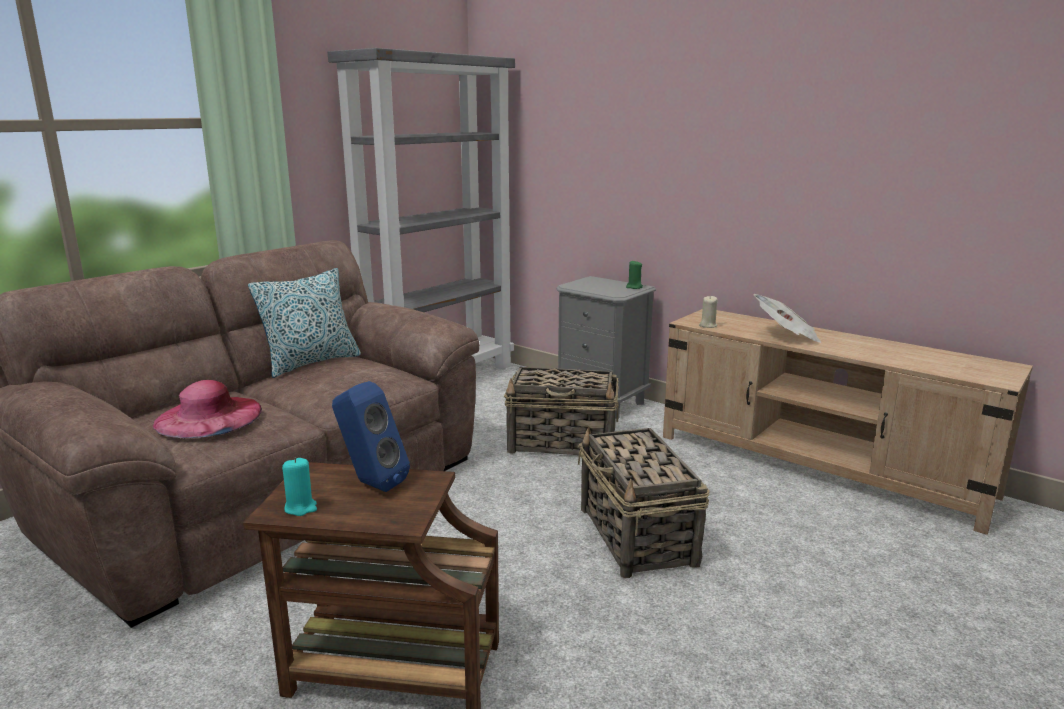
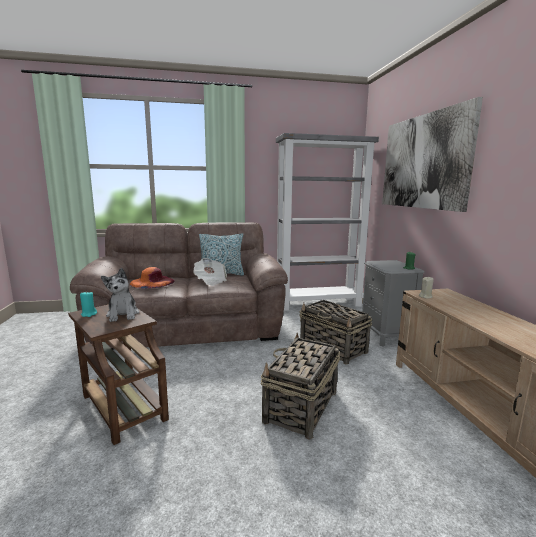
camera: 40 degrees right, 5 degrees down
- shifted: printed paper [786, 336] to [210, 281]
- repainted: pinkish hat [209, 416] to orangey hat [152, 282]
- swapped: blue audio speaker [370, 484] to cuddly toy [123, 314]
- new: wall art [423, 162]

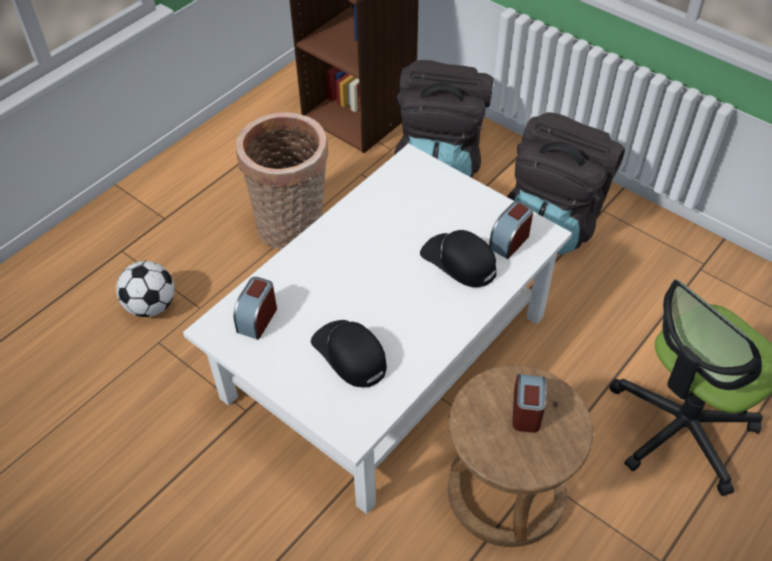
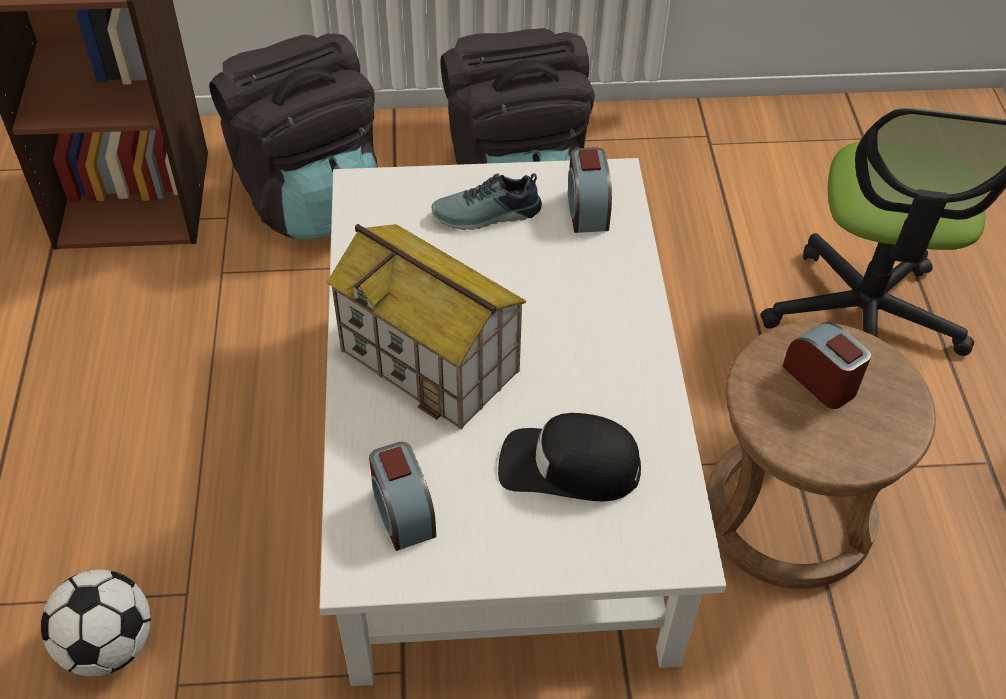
camera: 45 degrees left, 0 degrees up
- gone: basket [293, 229]
- gone: blackish peaked cap [459, 261]
- new: item of footwear [487, 215]
- new: model house [431, 360]

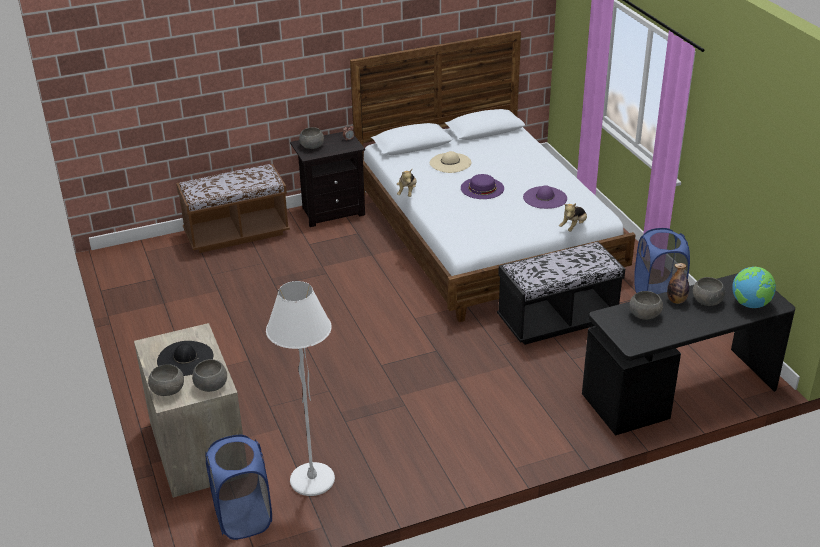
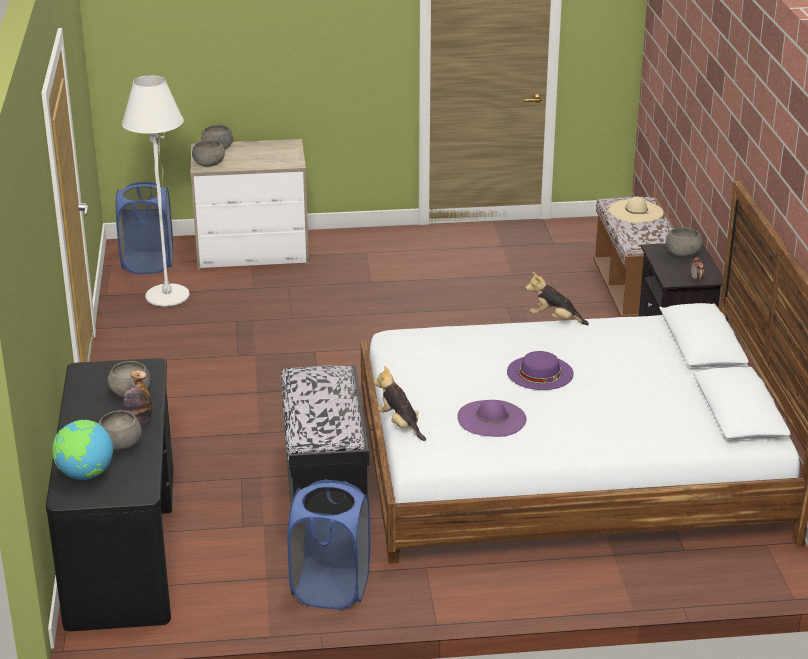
camera: 105 degrees right, 5 degrees down
- shifted: beige-coloured hat [450, 163] to [636, 211]
- gone: blackish hat [185, 358]

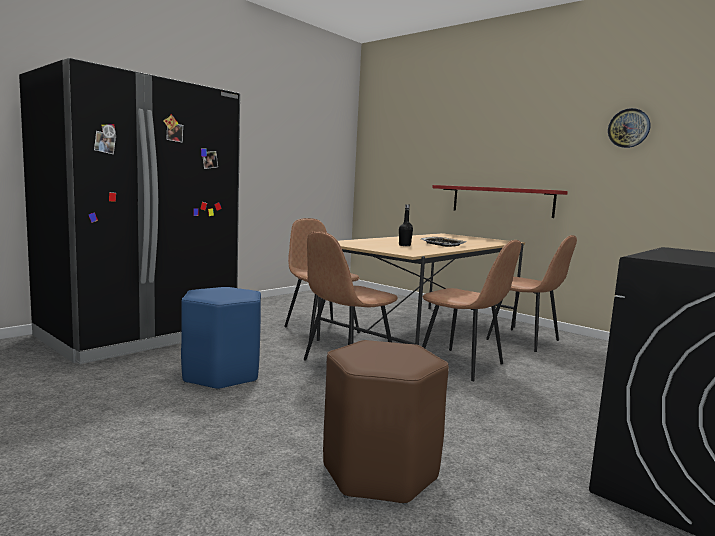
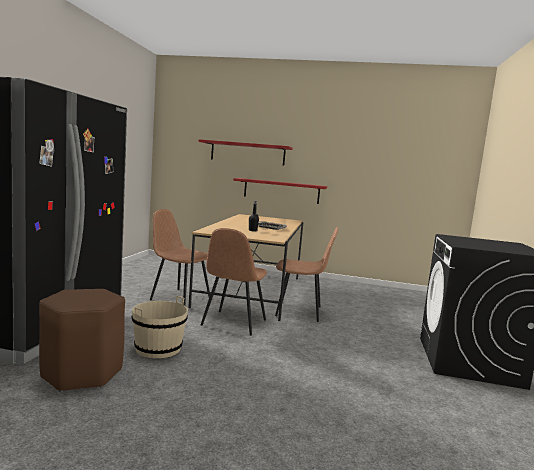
camera: 30 degrees left, 0 degrees up
- gone: wall clock [629, 128]
- gone: brown upright chair [524, 340]
- swapped: blue stool [222, 374] to beige-coloured water bucket [158, 348]
- shifted: brown stool [380, 472] to [82, 373]
- new: reddish wall shelf [247, 153]

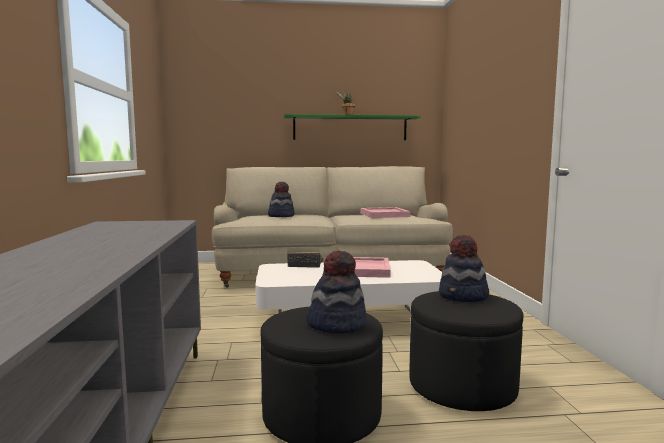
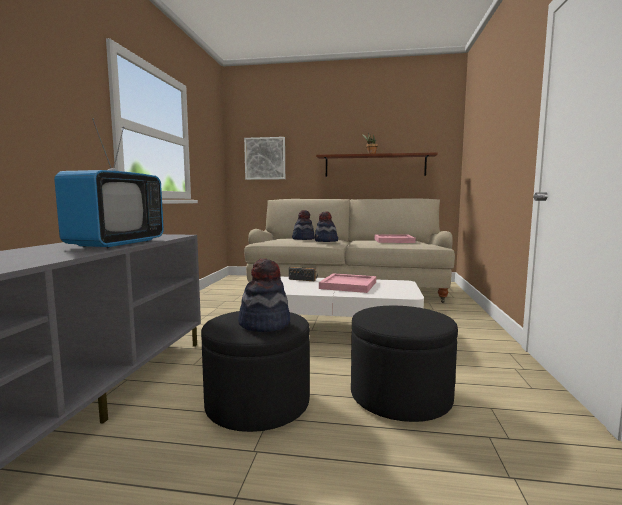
camera: 15 degrees right, 0 degrees up
- repainted: green-coloured wall shelf [350, 128] to brown wall shelf [375, 165]
- shifted: hat [463, 296] to [326, 241]
- new: TV set [117, 244]
- new: wall art [265, 158]

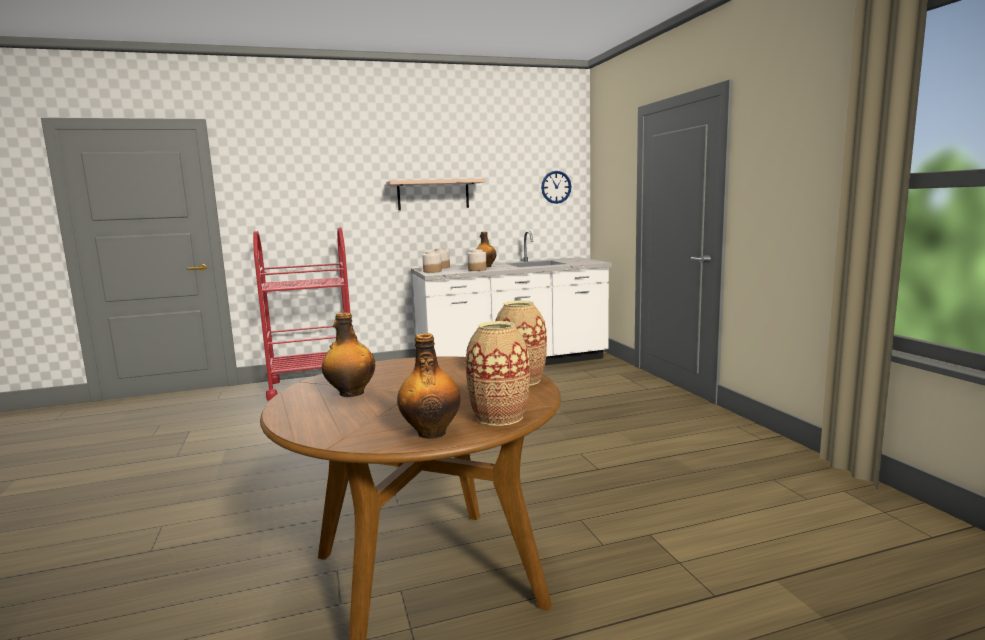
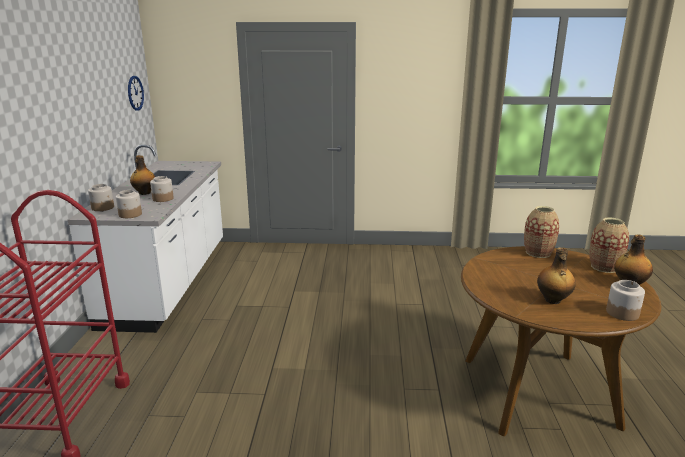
camera: 70 degrees left, 10 degrees up
- gone: wall shelf [433, 194]
- new: jar [622, 313]

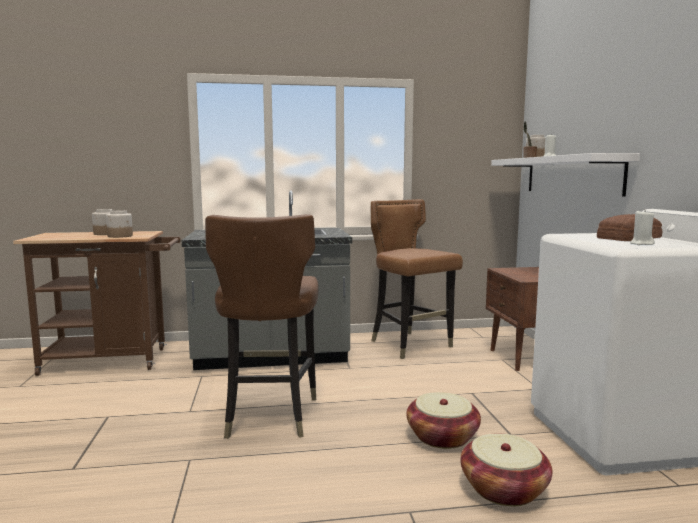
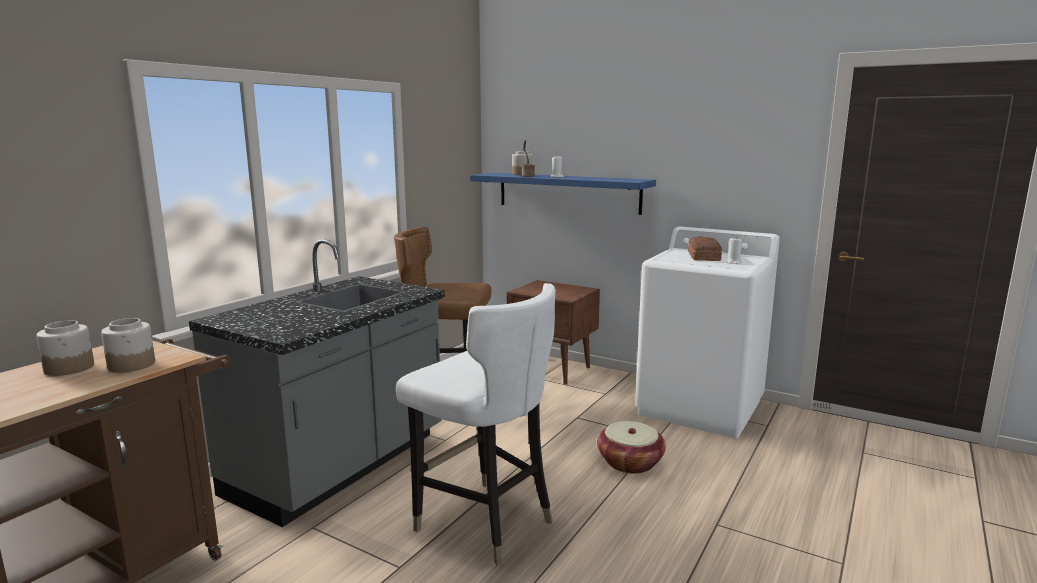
camera: 50 degrees left, 5 degrees up
- repainted: whitish wall shelf [571, 175] to blue wall shelf [567, 192]
- repainted: brown upright chair [269, 415] to whitish upright chair [484, 522]
- gone: basket [504, 489]

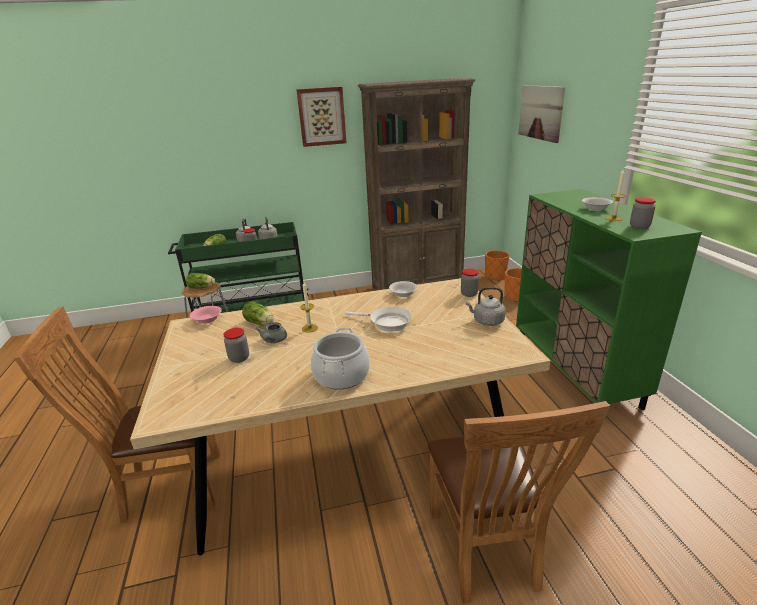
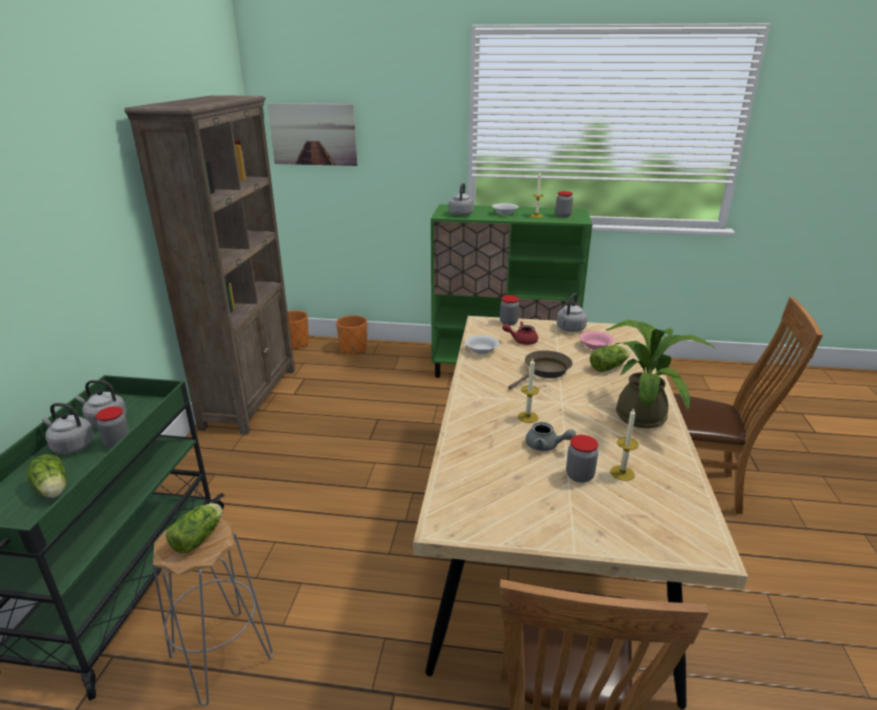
camera: 70 degrees left, 0 degrees up
- gone: wall art [321, 116]
- shifted: lettuce [260, 323] to [609, 367]
- shifted: pinkish deep dish [207, 320] to [595, 346]
- repainted: whitish frying pan [387, 323] to brown frying pan [544, 371]
- swapped: stockpot [341, 375] to potted plant [641, 413]
- new: grey tea kettle [461, 214]
- new: reddish teapot [521, 340]
- new: candle [622, 473]

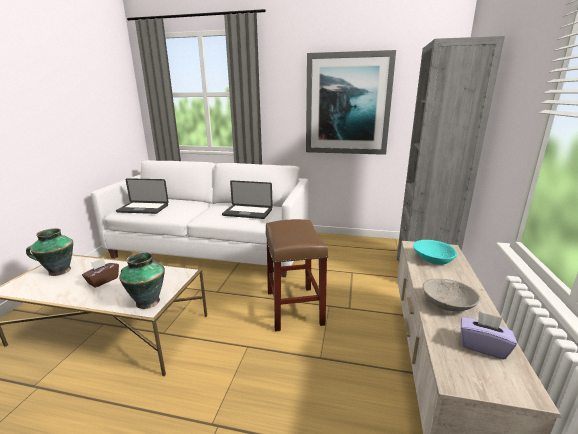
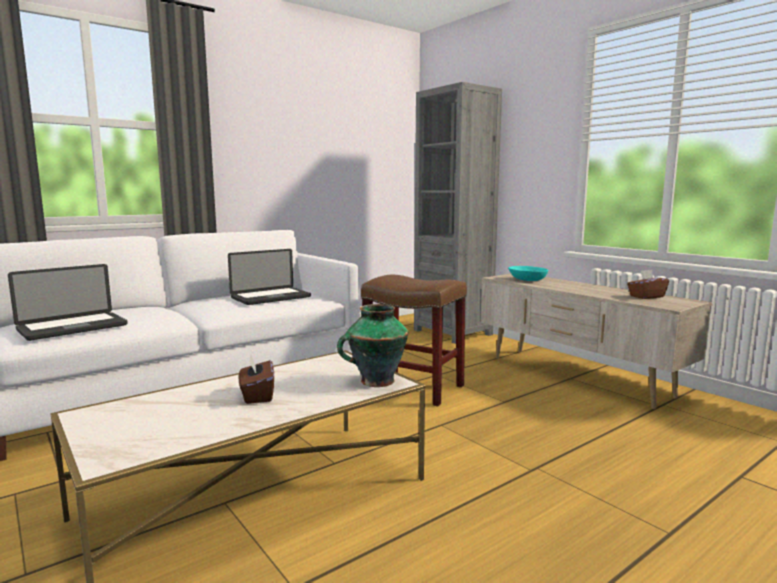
camera: 50 degrees left, 10 degrees down
- gone: wall art [347, 104]
- gone: decorative vase [58, 271]
- gone: grey deep dish [448, 304]
- repainted: purplish tissue holder [482, 346] to brown tissue holder [646, 296]

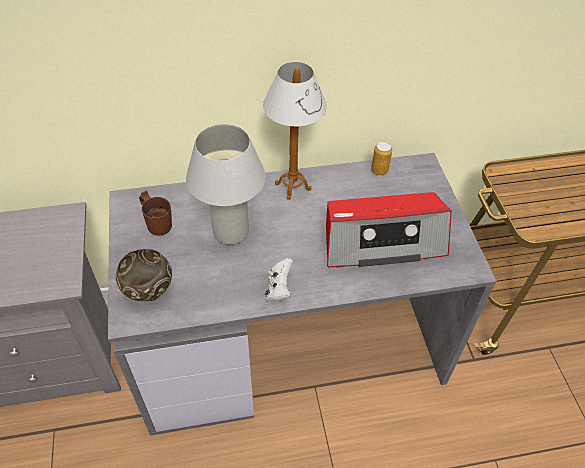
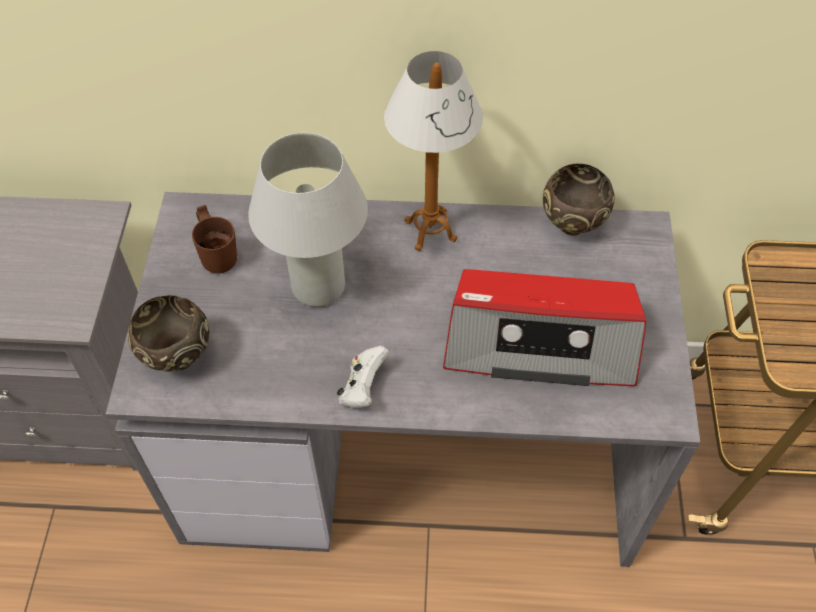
camera: 15 degrees right, 5 degrees up
- swapped: sealed can [379, 170] to brown deep dish [571, 227]

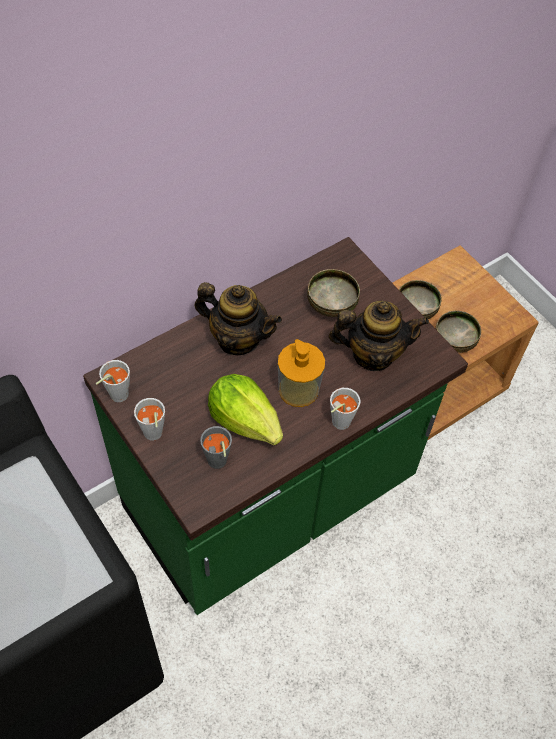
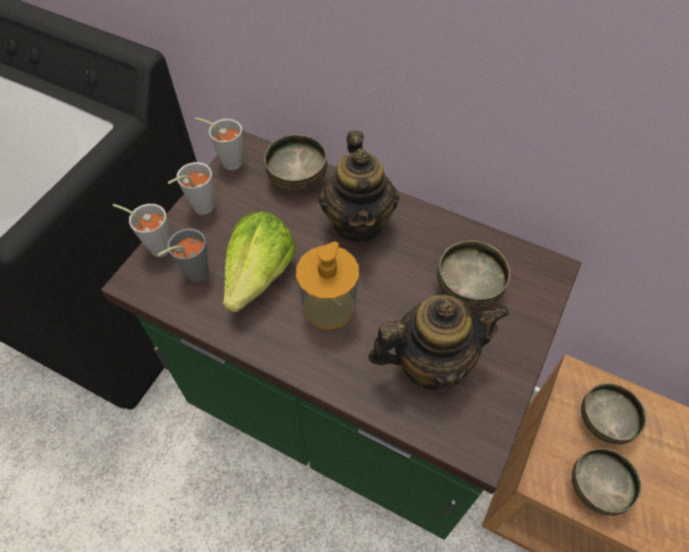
camera: 65 degrees right, 0 degrees up
- rotated: teapot [373, 354] = [429, 362] 75 degrees counterclockwise
- shifted: grey small cup [337, 424] to [156, 246]
- new: deep dish [298, 177]

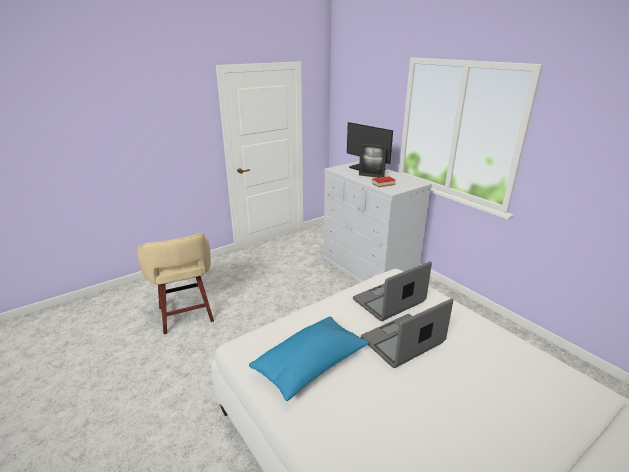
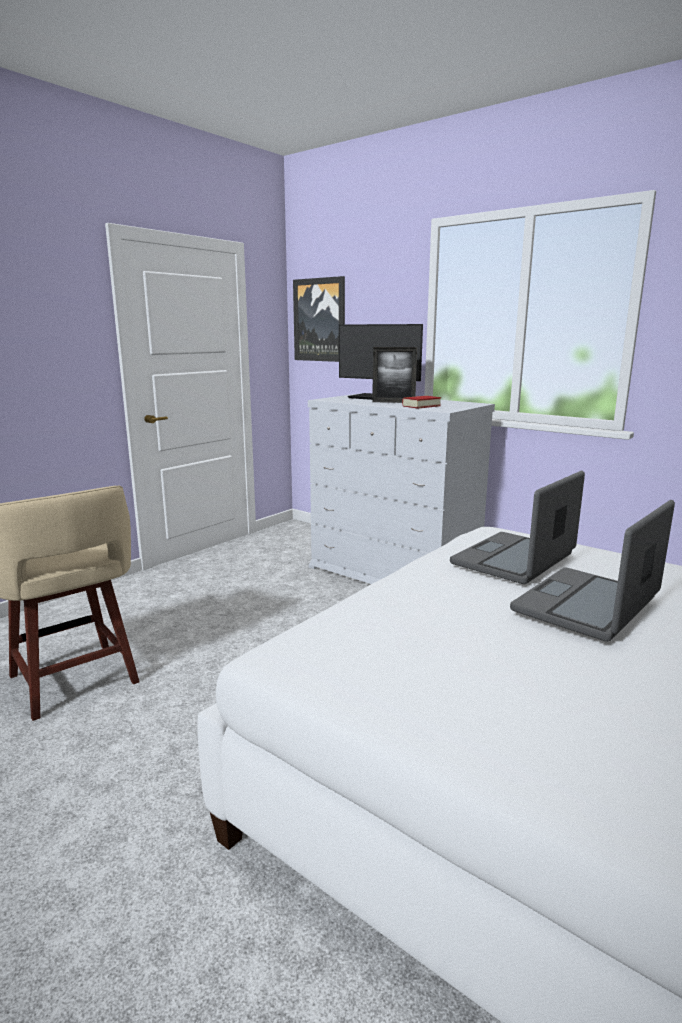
camera: 15 degrees left, 10 degrees down
- gone: blue cushion [311, 366]
- new: wall art [320, 320]

